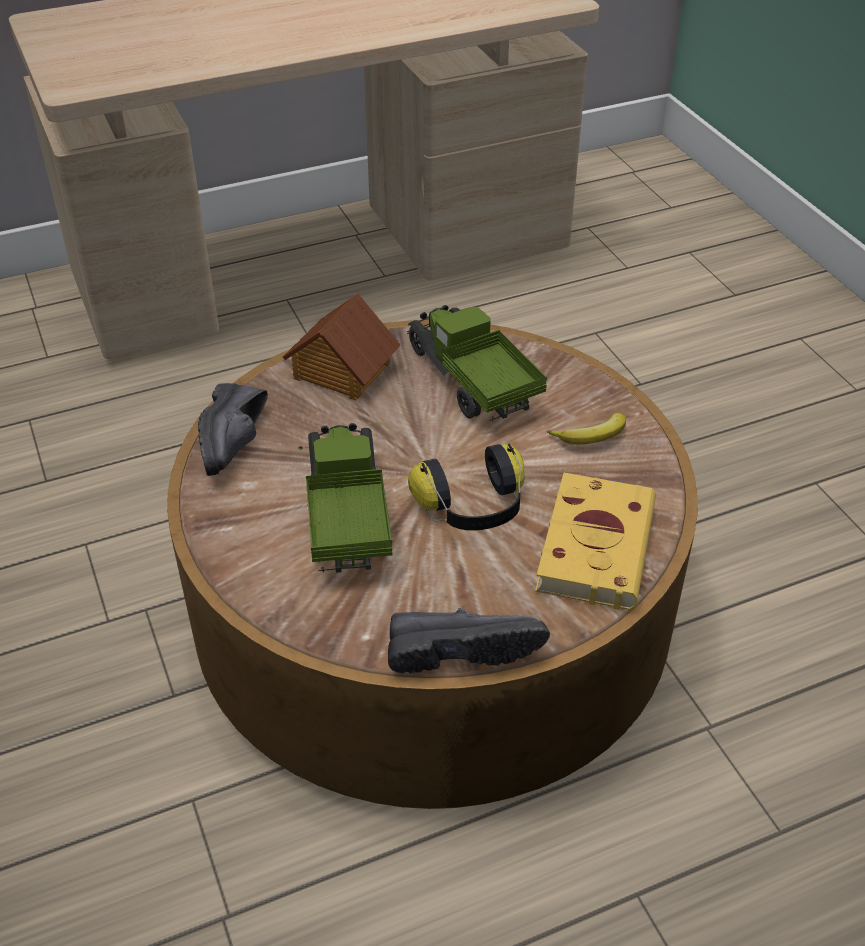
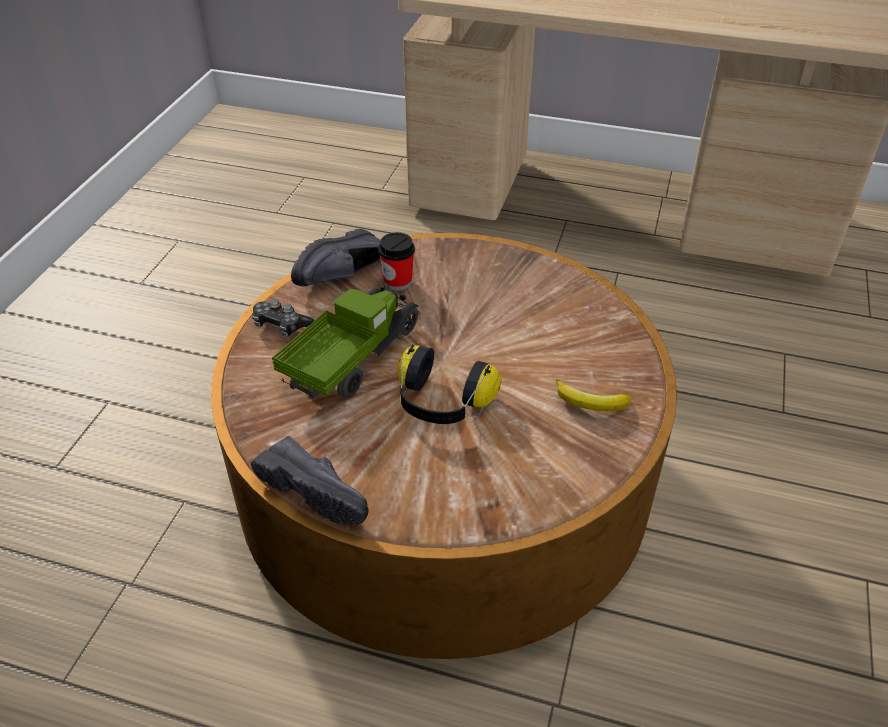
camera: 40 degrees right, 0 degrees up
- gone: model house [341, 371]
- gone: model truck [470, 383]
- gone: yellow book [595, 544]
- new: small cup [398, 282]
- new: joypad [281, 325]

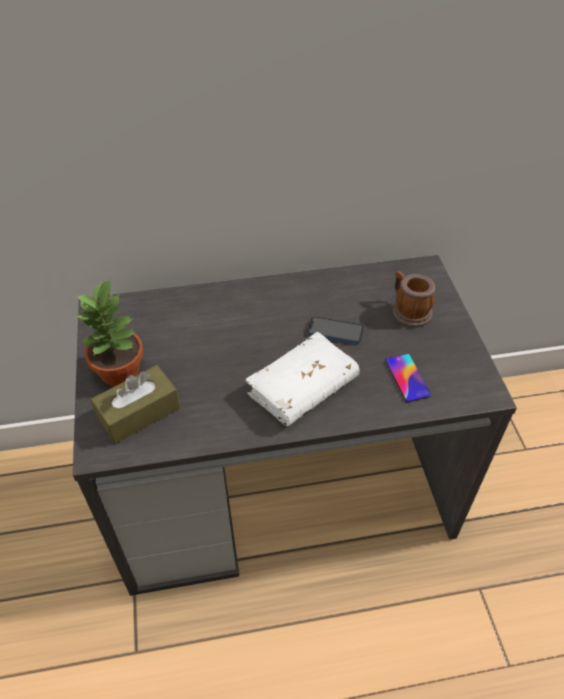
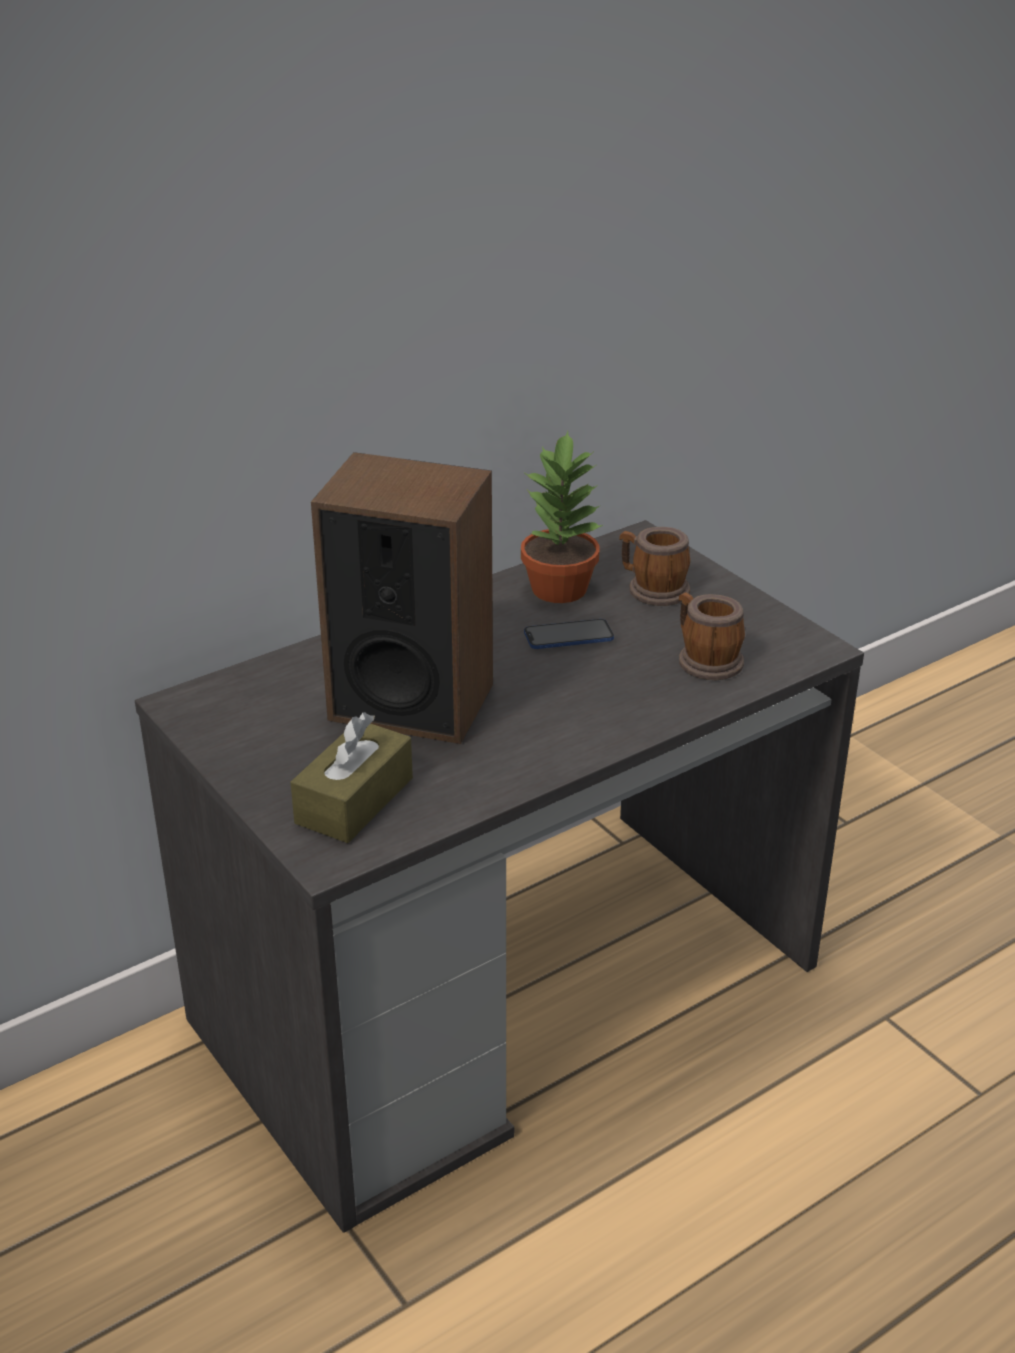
camera: 25 degrees left, 15 degrees down
- shifted: potted plant [121, 371] to [561, 588]
- gone: whitish book [302, 388]
- swapped: phone [407, 378] to tea mug [705, 660]
- new: audio speaker [411, 701]

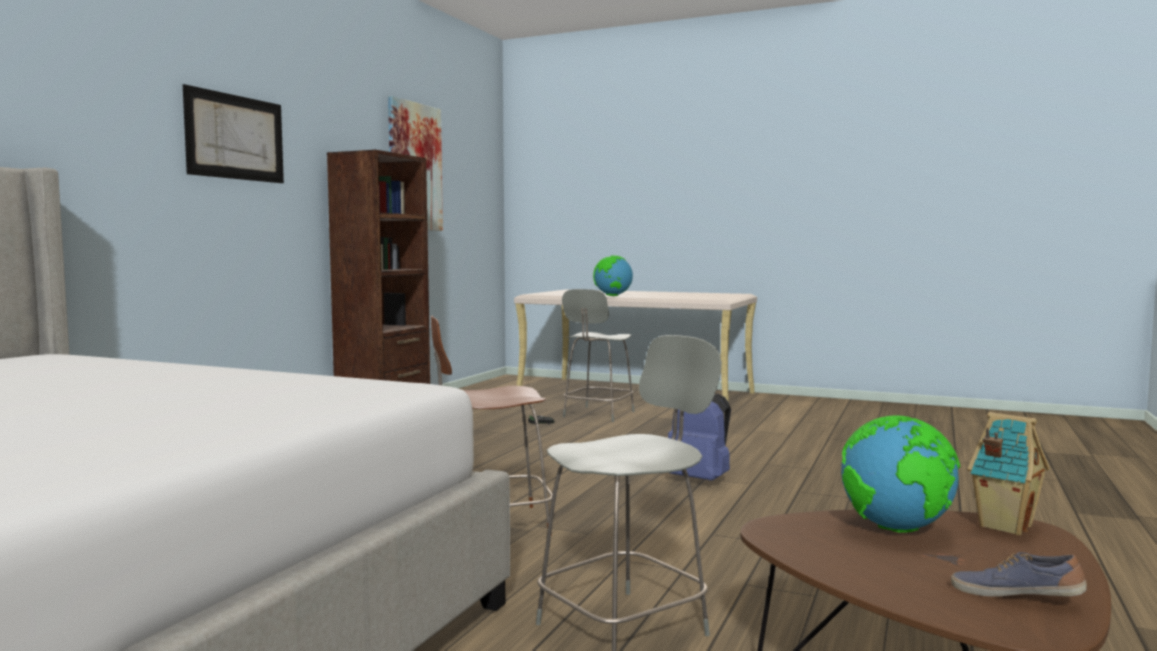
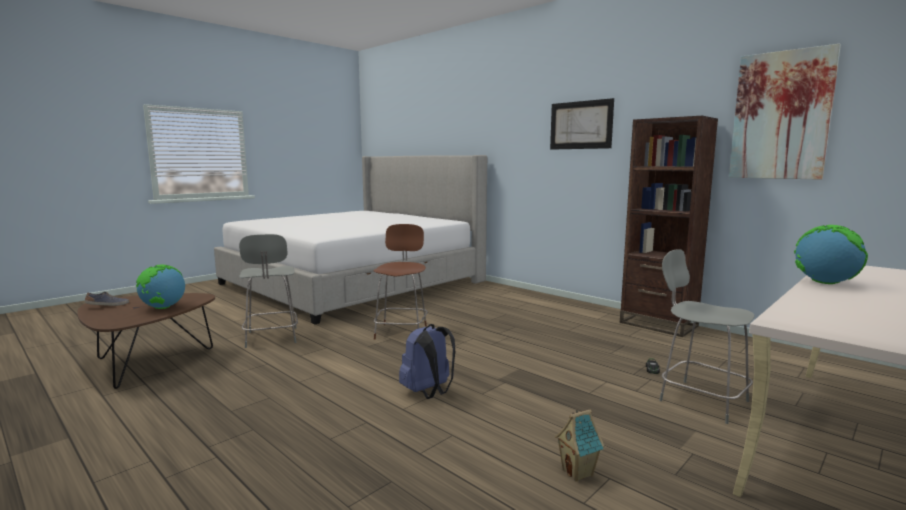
camera: 110 degrees right, 5 degrees up
- shifted: model house [1003, 526] to [578, 472]

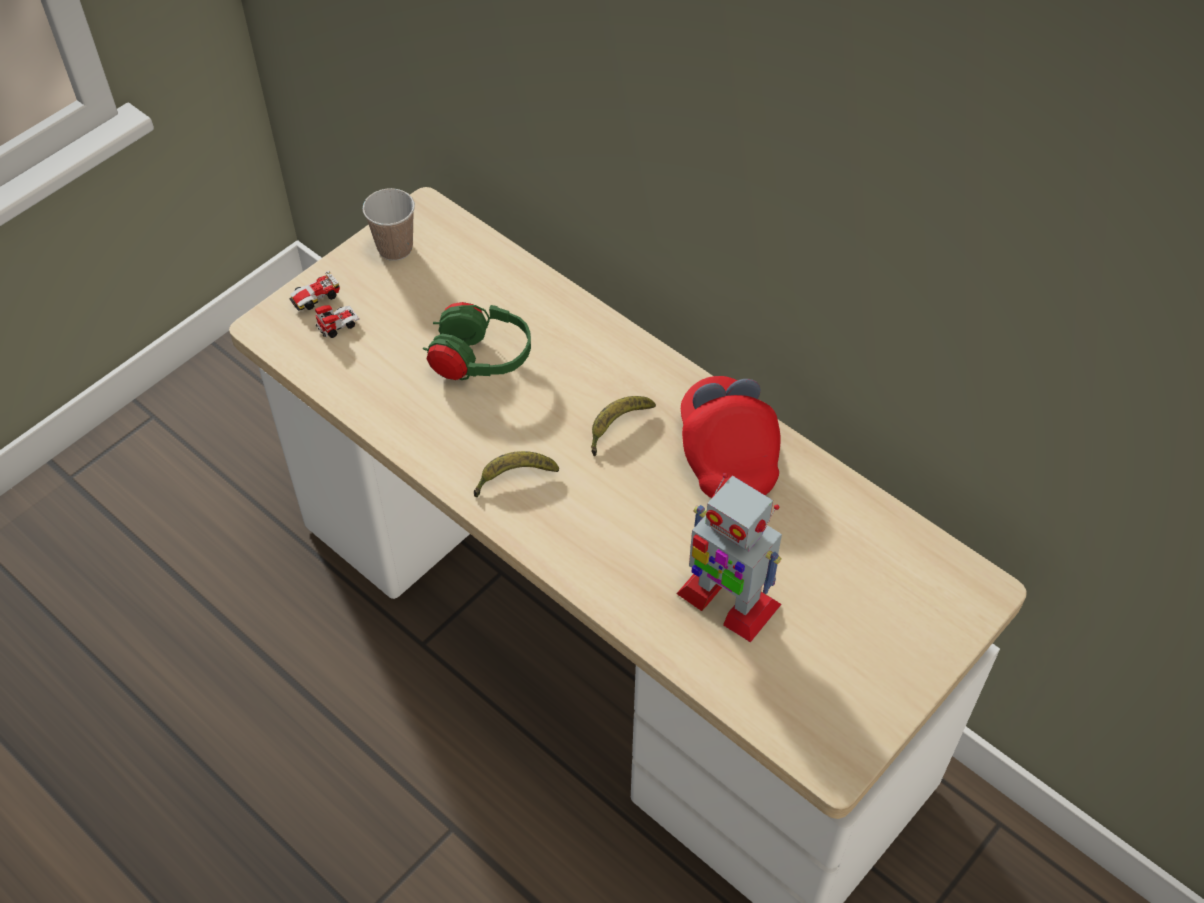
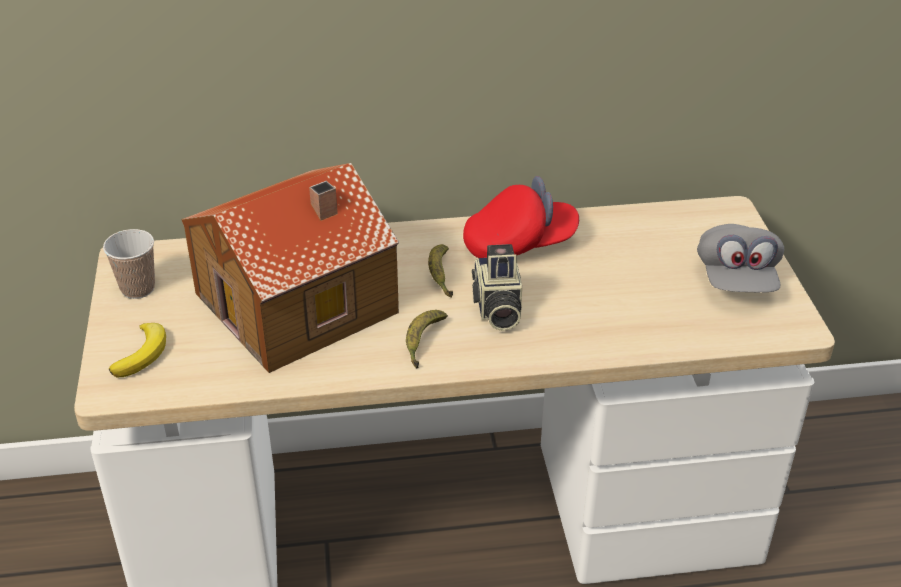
camera: 50 degrees left, 15 degrees down
- swapped: miniature car [325, 312] to banana fruit [143, 353]
- swapped: green-coloured pair of headphones [480, 361] to model house [300, 304]
- rotated: reddish peaked cap [727, 454] = [519, 244] 135 degrees clockwise
- gone: model robot [727, 599]
- new: grey peaked cap [736, 279]
- new: photo camera [496, 308]

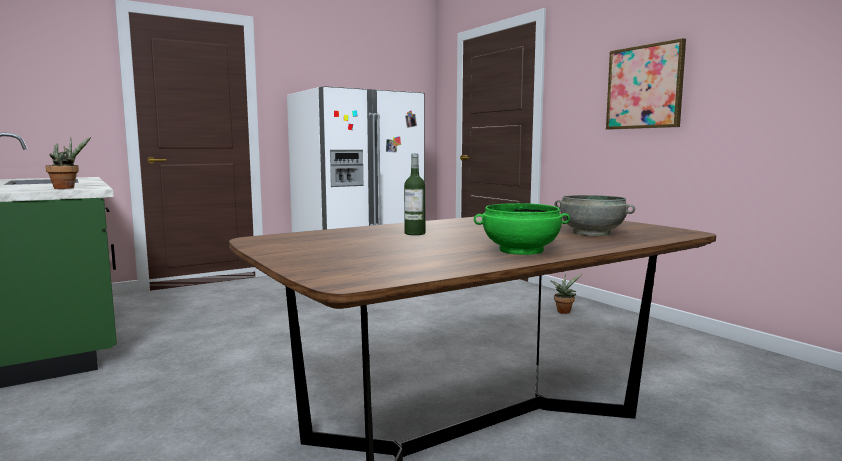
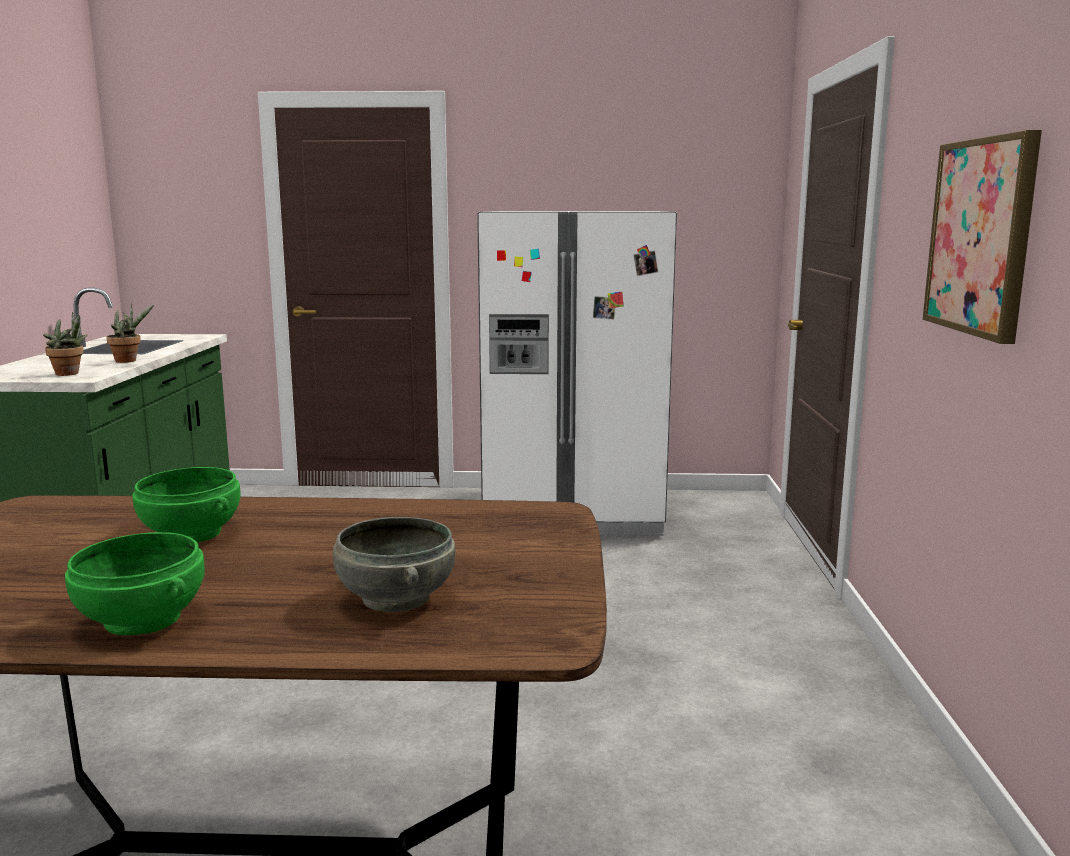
camera: 35 degrees right, 5 degrees up
- swapped: beverage bottle [414, 233] to green-coloured deep dish [193, 533]
- shifted: potted plant [564, 311] to [129, 361]

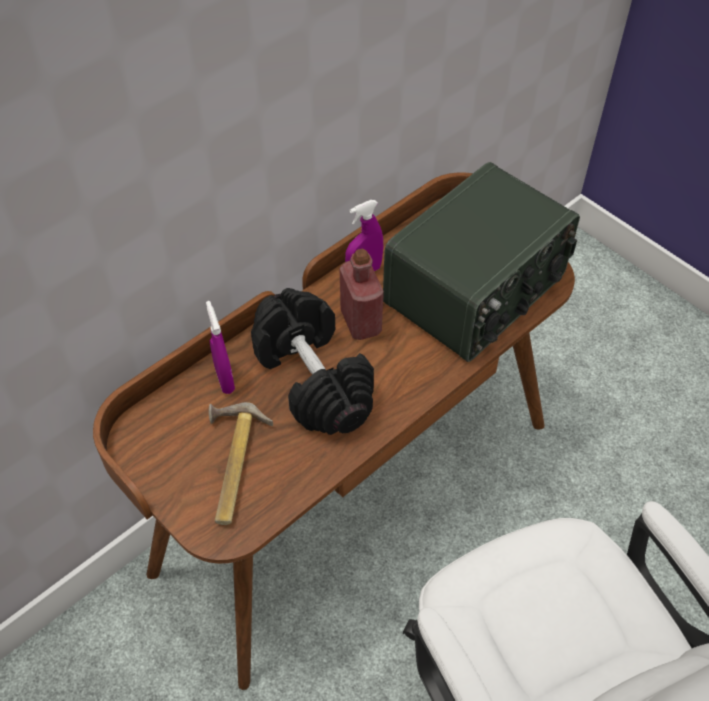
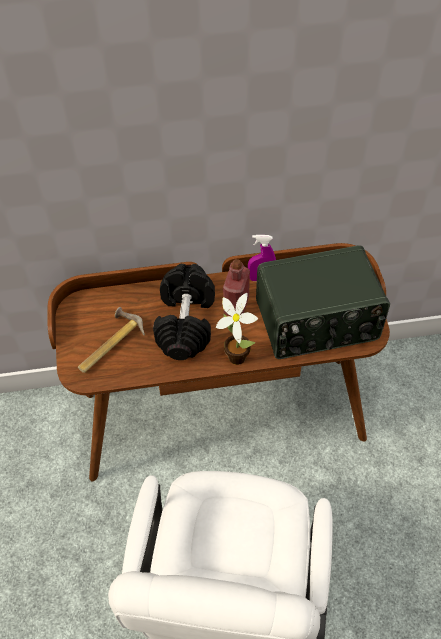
camera: 35 degrees right, 0 degrees up
- gone: purplish hand sprayer [225, 379]
- new: potted plant [236, 354]

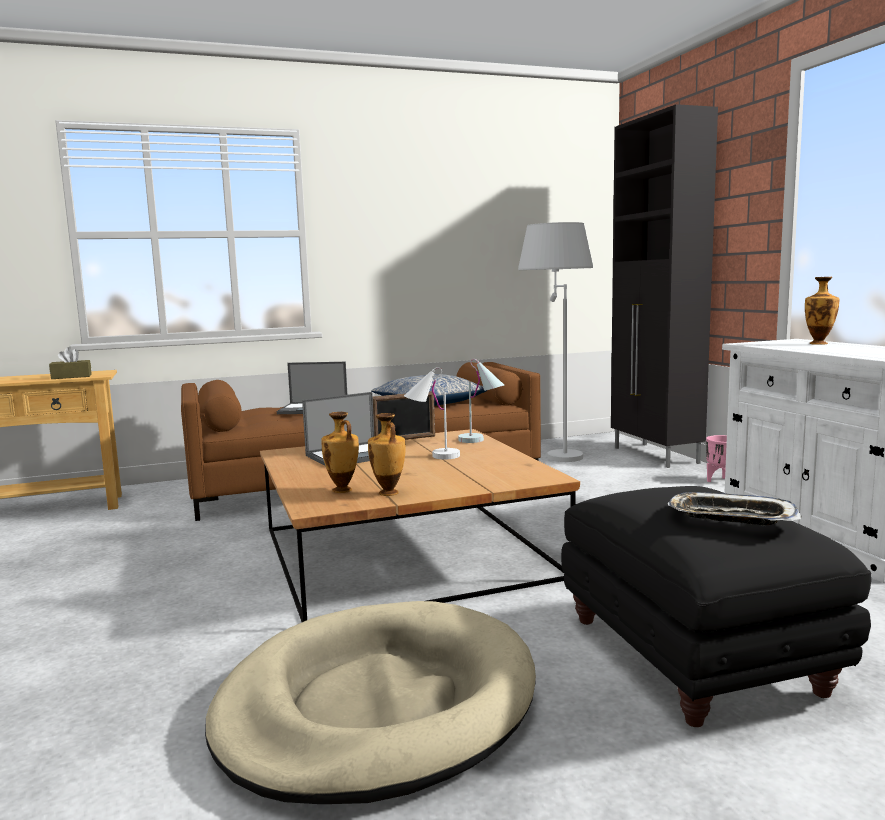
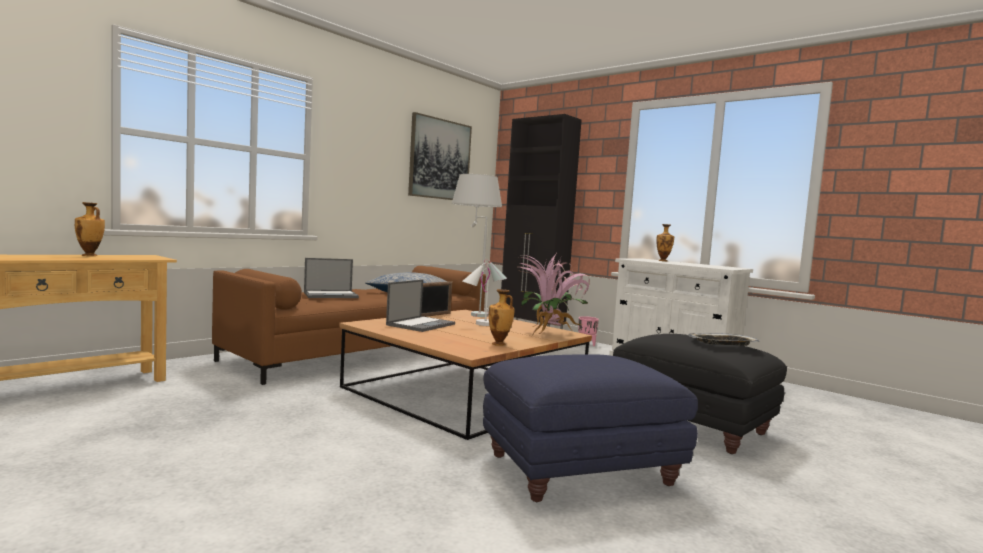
camera: 30 degrees left, 5 degrees down
- gone: brown tissue holder [71, 377]
- shifted: decorative vase [342, 490] to [89, 255]
- swapped: beige-coloured dog bed [377, 706] to blue footrest [578, 471]
- new: wall art [440, 159]
- new: potted plant [551, 334]

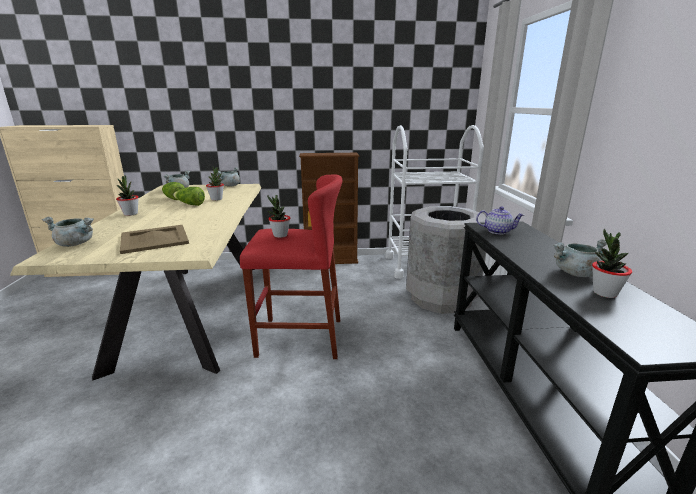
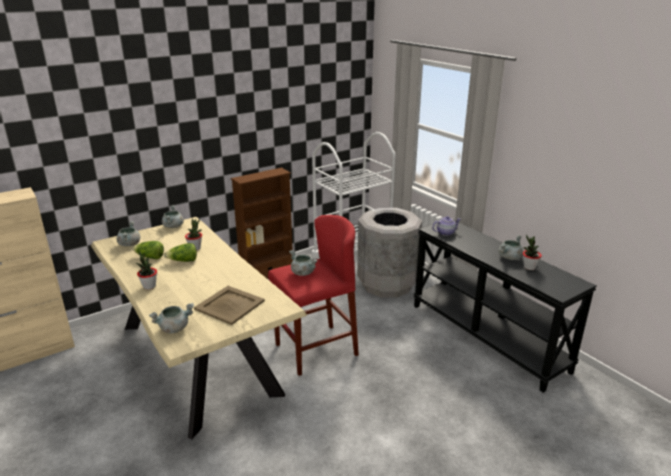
camera: 30 degrees left, 5 degrees up
- swapped: potted plant [280, 235] to grey stockpot [302, 273]

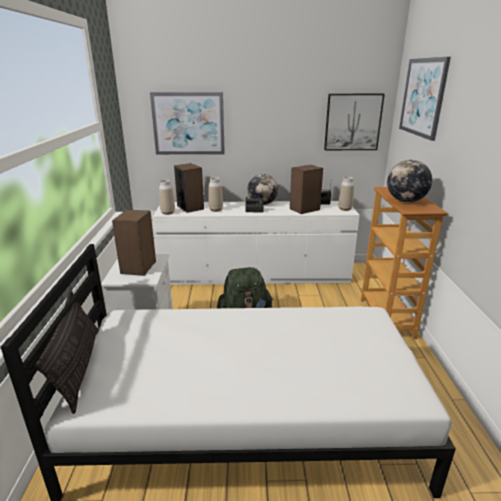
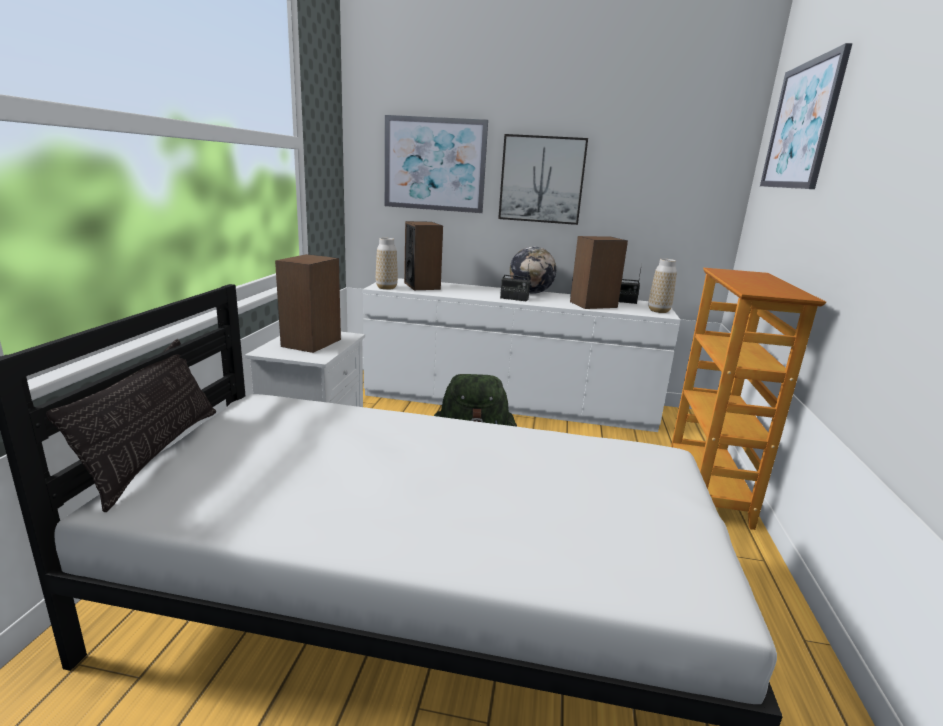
camera: 10 degrees right, 5 degrees down
- shifted: wall art [352, 122] to [542, 179]
- gone: desk globe [405, 201]
- gone: decorative vase [216, 210]

